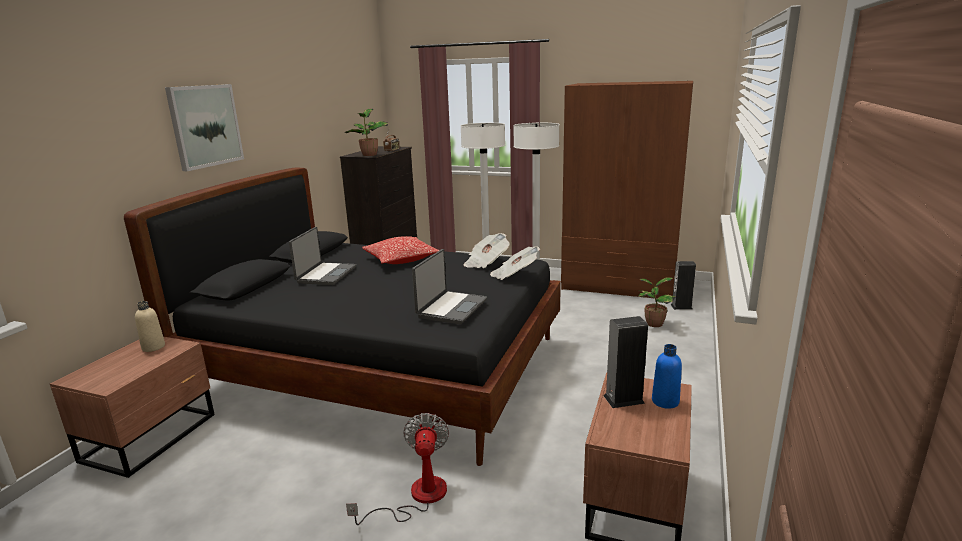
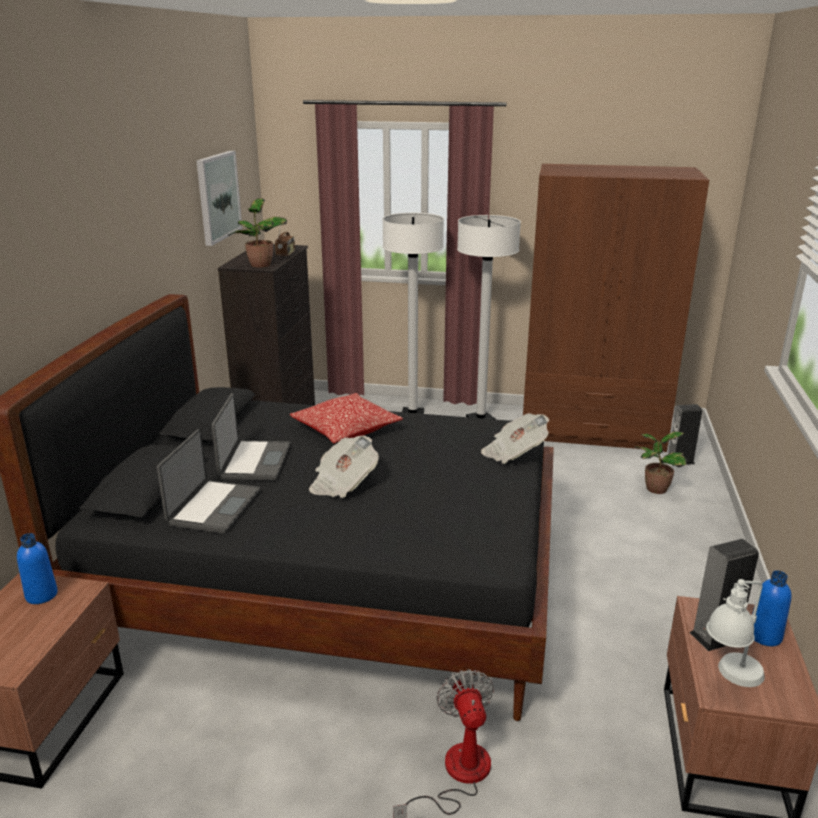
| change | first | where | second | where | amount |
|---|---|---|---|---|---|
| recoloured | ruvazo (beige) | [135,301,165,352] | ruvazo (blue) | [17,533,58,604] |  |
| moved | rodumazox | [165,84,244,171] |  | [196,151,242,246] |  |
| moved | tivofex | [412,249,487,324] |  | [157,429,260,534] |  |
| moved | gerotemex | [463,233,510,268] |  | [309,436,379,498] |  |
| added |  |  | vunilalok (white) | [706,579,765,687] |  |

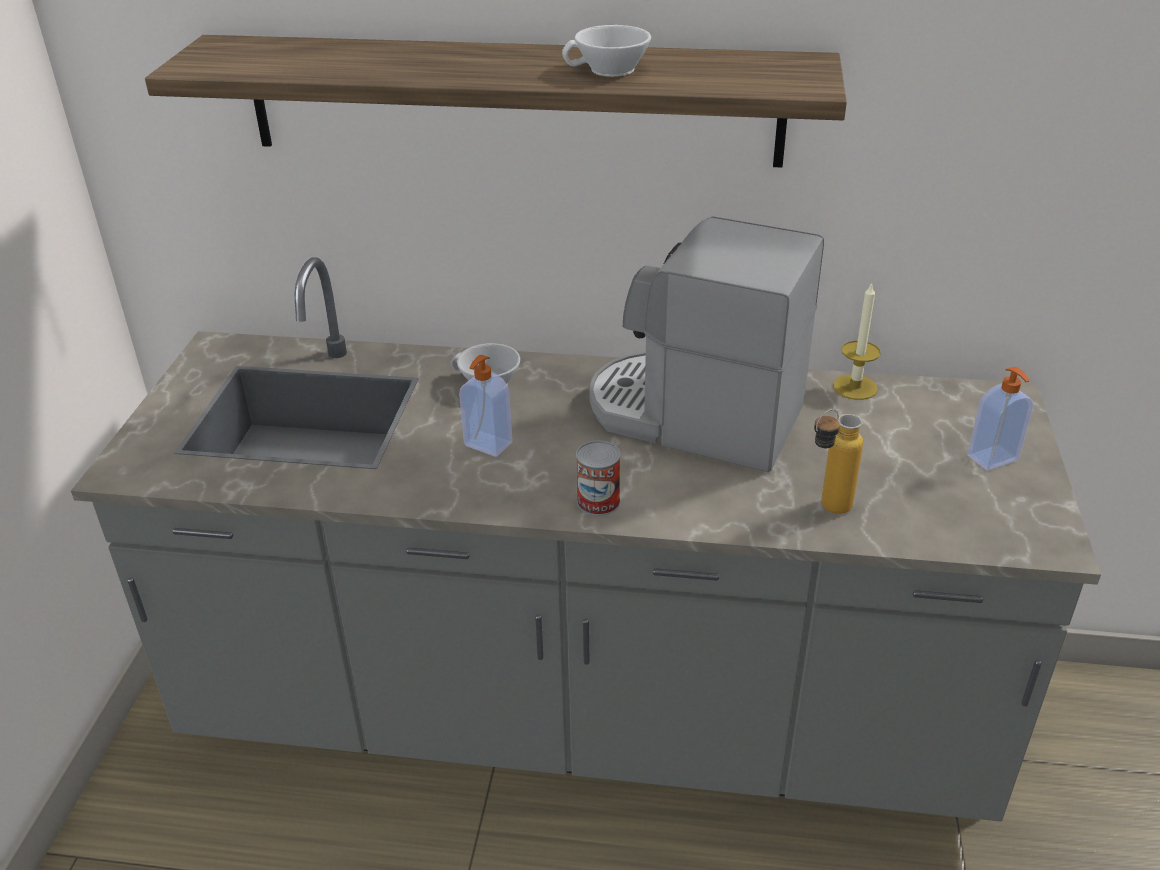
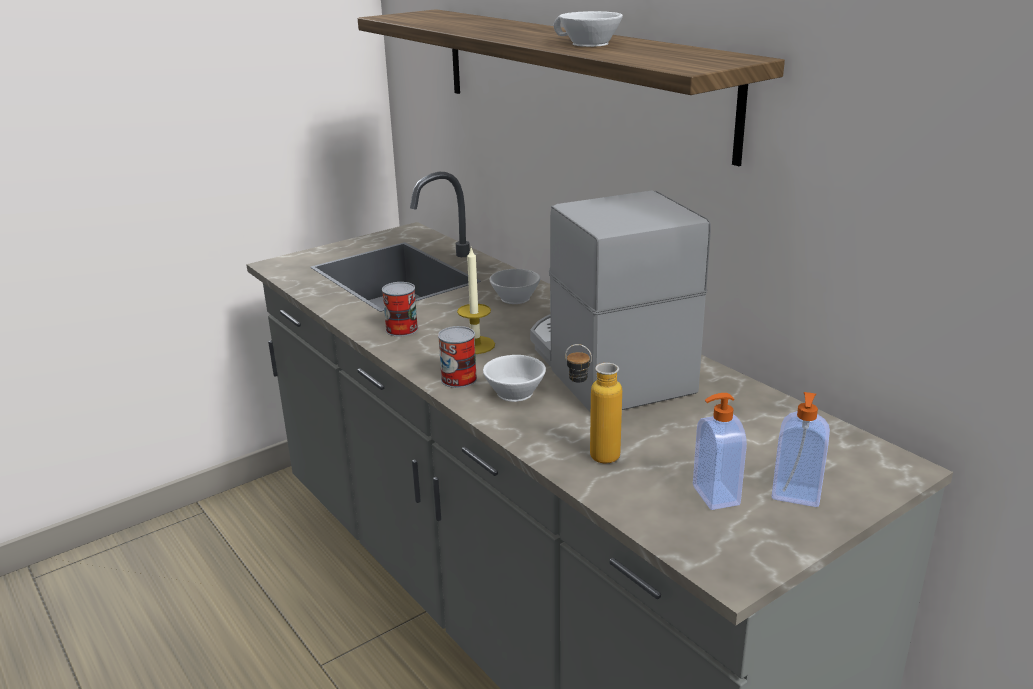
| change | first | where | second | where | amount |
|---|---|---|---|---|---|
| moved | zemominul | [459,355,512,457] |  | [693,393,747,510] |  |
| moved | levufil | [833,283,881,400] |  | [457,248,495,354] |  |
| added |  |  | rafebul | [382,282,418,337] |  |
| added |  |  | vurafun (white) | [483,355,546,402] |  |

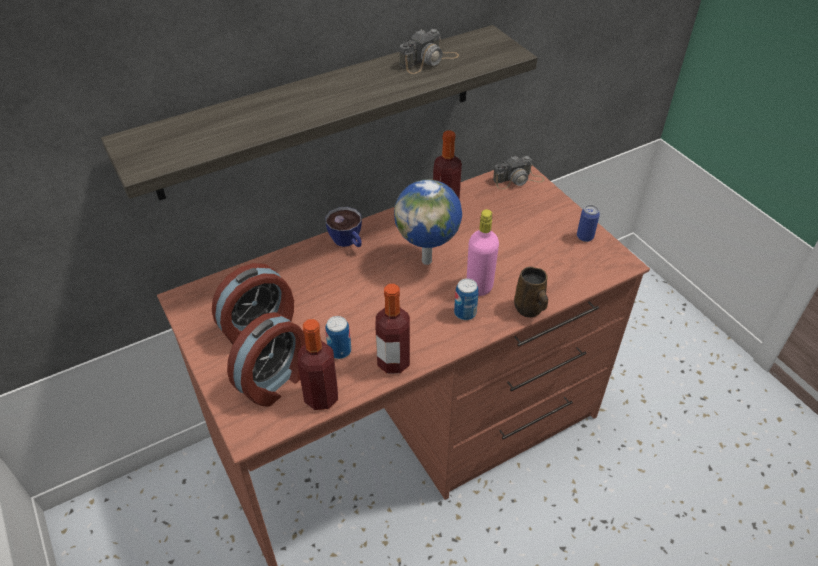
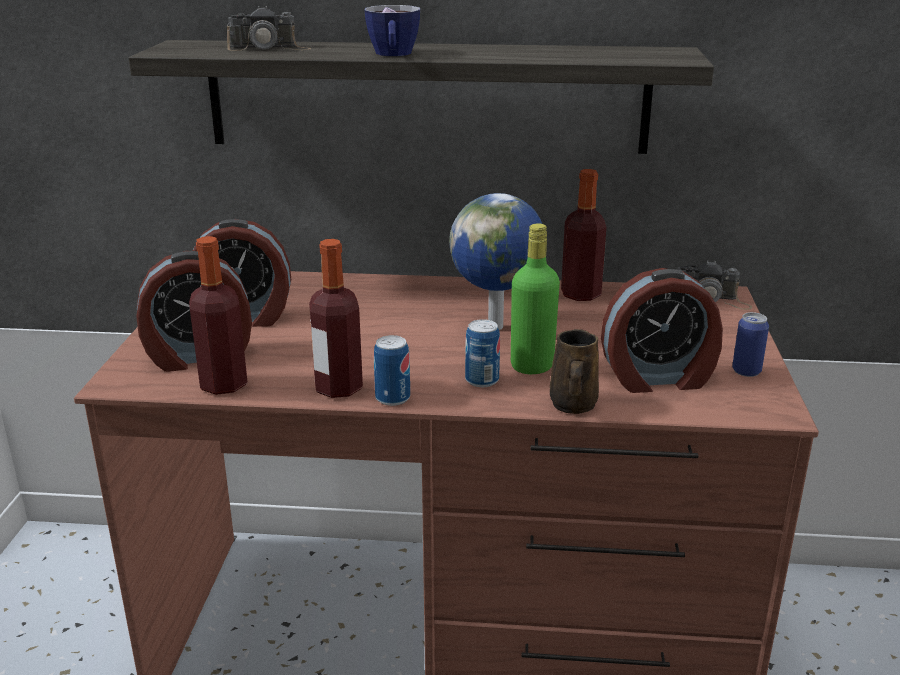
| change | first | where | second | where | amount |
|---|---|---|---|---|---|
| moved | vurafun | [325,207,362,247] |  | [365,5,420,56] |  |
| moved | rafebul | [325,316,351,359] |  | [374,335,410,406] |  |
| moved | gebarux | [399,29,459,74] |  | [227,6,311,51] |  |
| recoloured | ruvazo (pink) | [467,209,499,296] | ruvazo (green) | [511,224,560,374] |  |
| added |  |  | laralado | [601,268,723,393] |  |

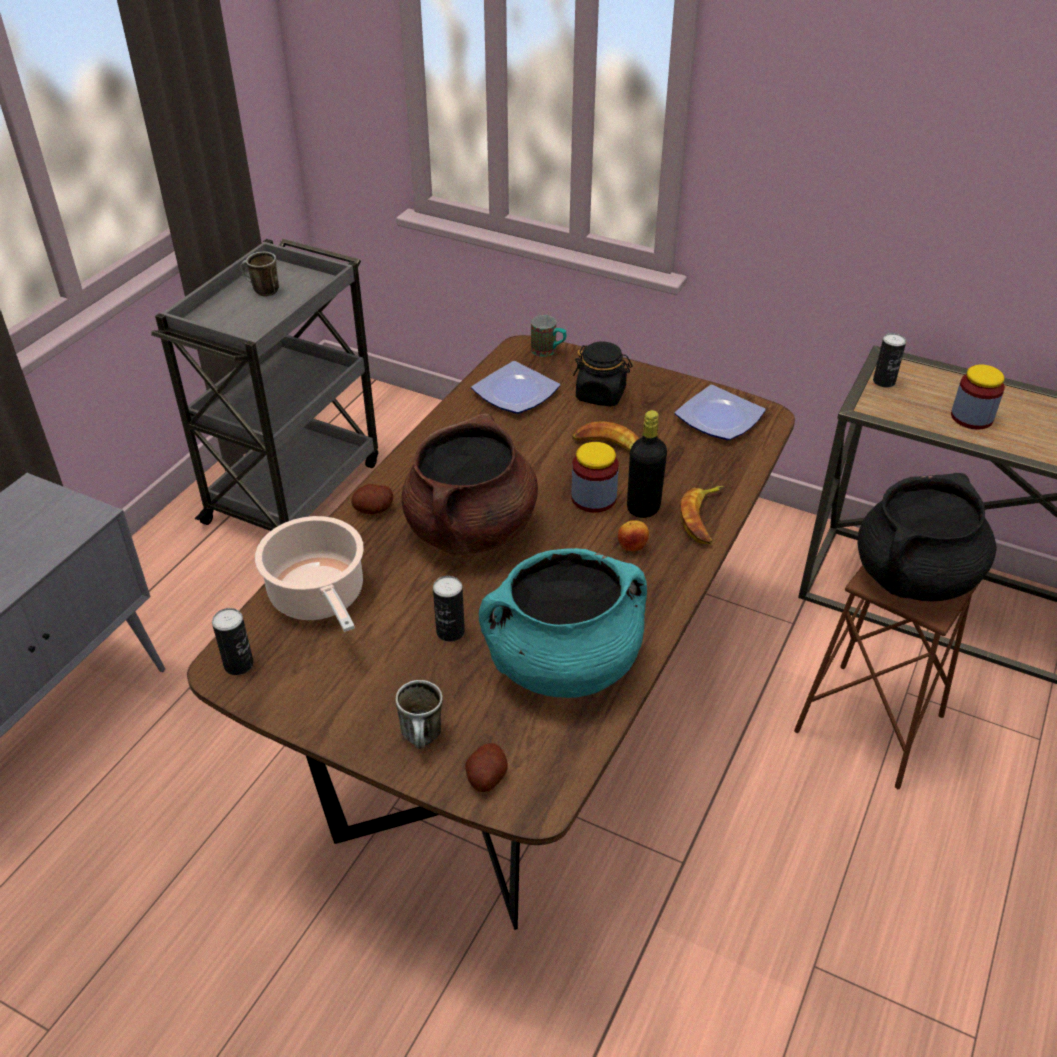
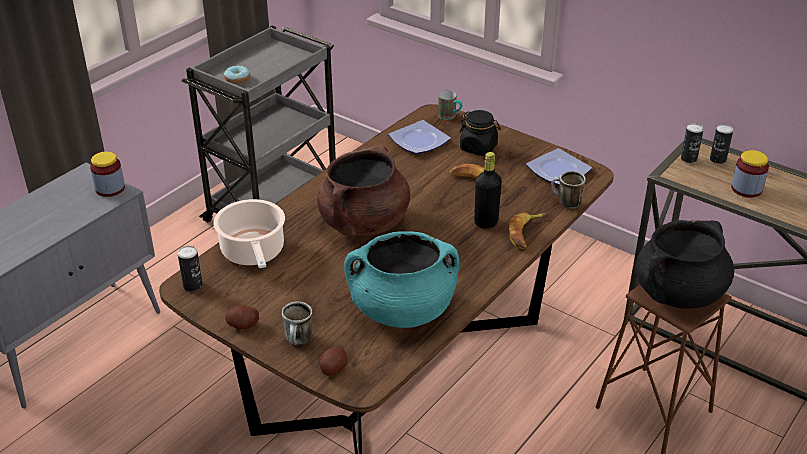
| change | first | where | second | where | amount |
|---|---|---|---|---|---|
| moved | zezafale | [240,252,279,297] |  | [551,171,586,209] |  |
| moved | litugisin | [351,484,393,514] |  | [225,305,259,329] |  |
| moved | rafebul | [433,576,465,642] |  | [710,124,733,164] |  |
| moved | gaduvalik | [571,442,619,513] |  | [90,151,125,197] |  |
| removed | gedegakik | [618,520,649,551] |  |  |  |
| added |  |  | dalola | [224,66,250,84] |  |

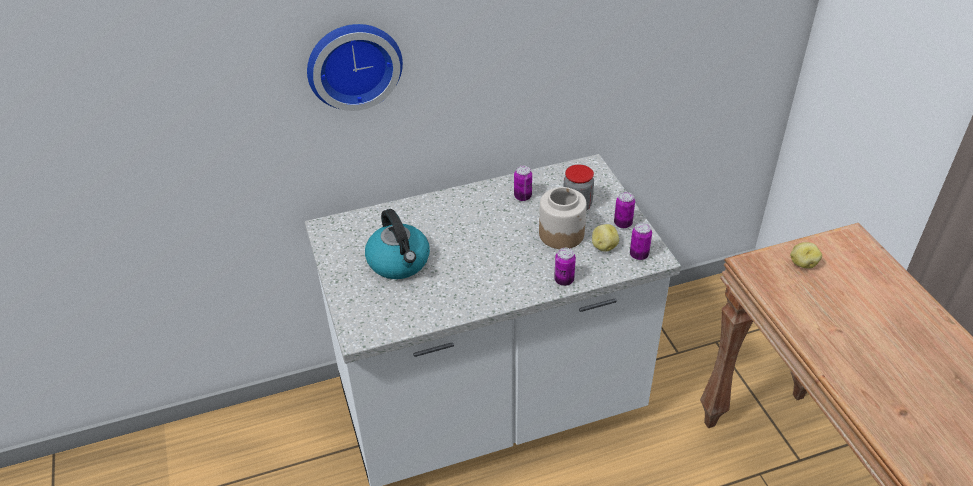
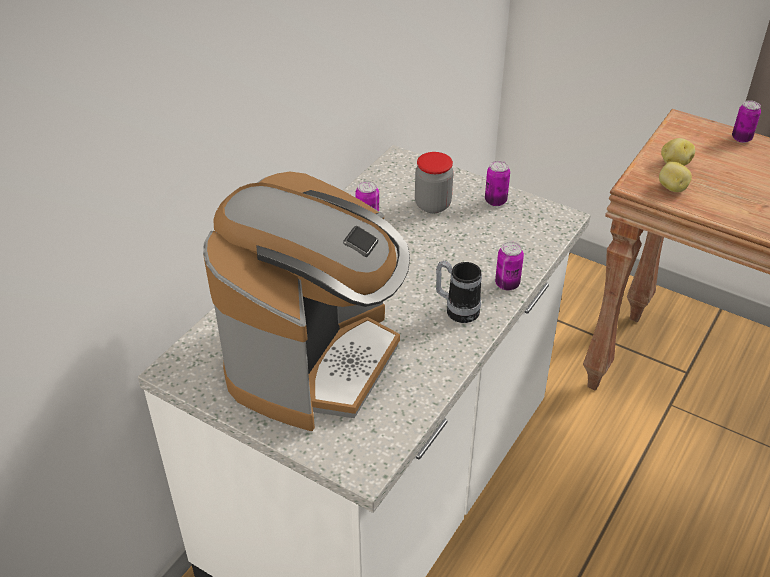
| change | first | where | second | where | amount |
|---|---|---|---|---|---|
| removed | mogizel | [307,24,403,111] |  |  |  |
| replaced | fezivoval | [365,209,430,279] | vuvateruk | [203,172,410,431] |  |
| removed | gaduvalik | [539,187,587,249] |  |  |  |
| moved | litugisin | [592,224,619,252] |  | [659,161,692,192] |  |
| moved | rafebul | [630,223,652,260] |  | [732,100,761,143] |  |
| added |  |  | zezafale | [436,261,482,323] |  |

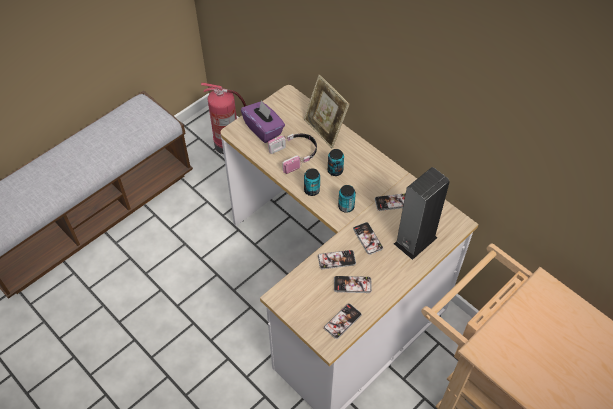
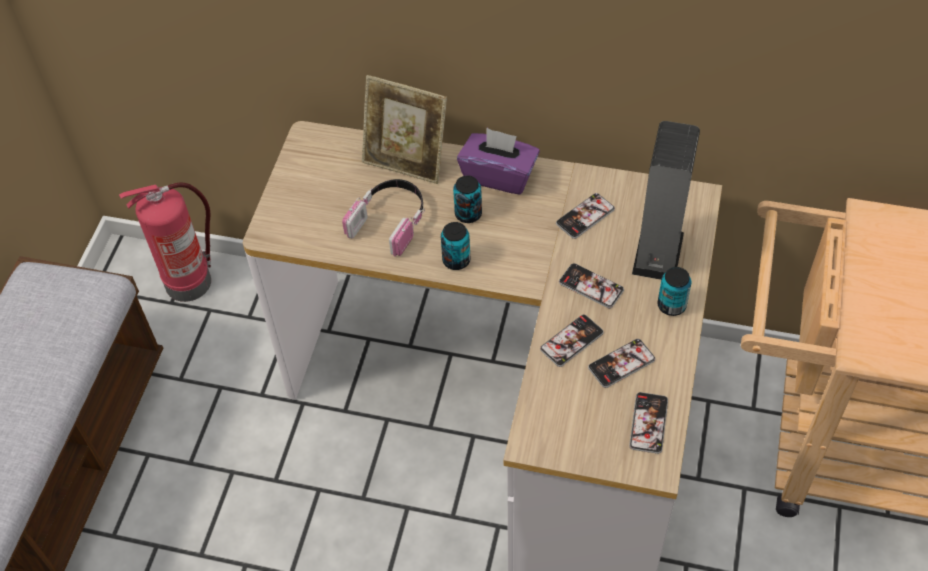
| change | first | where | second | where | amount |
|---|---|---|---|---|---|
| moved | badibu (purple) | [241,100,285,143] |  | [457,128,540,195] |  |
| moved | rafebul | [338,185,356,213] |  | [658,267,691,316] |  |

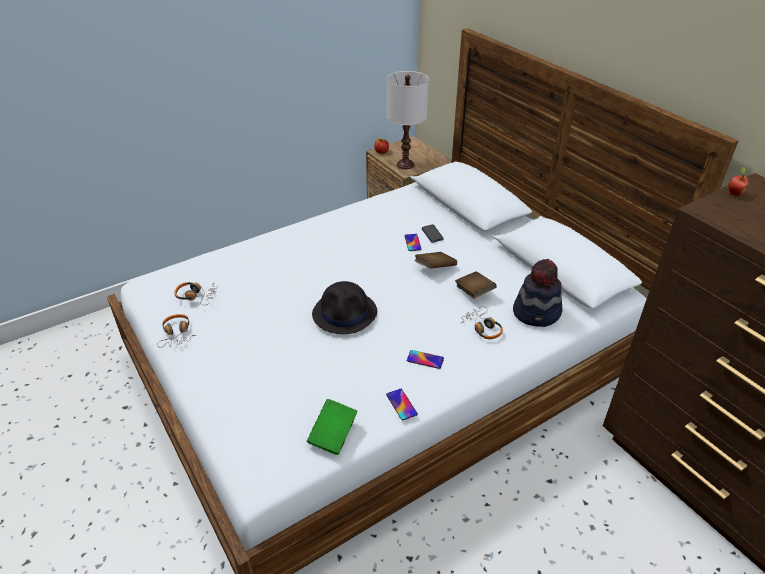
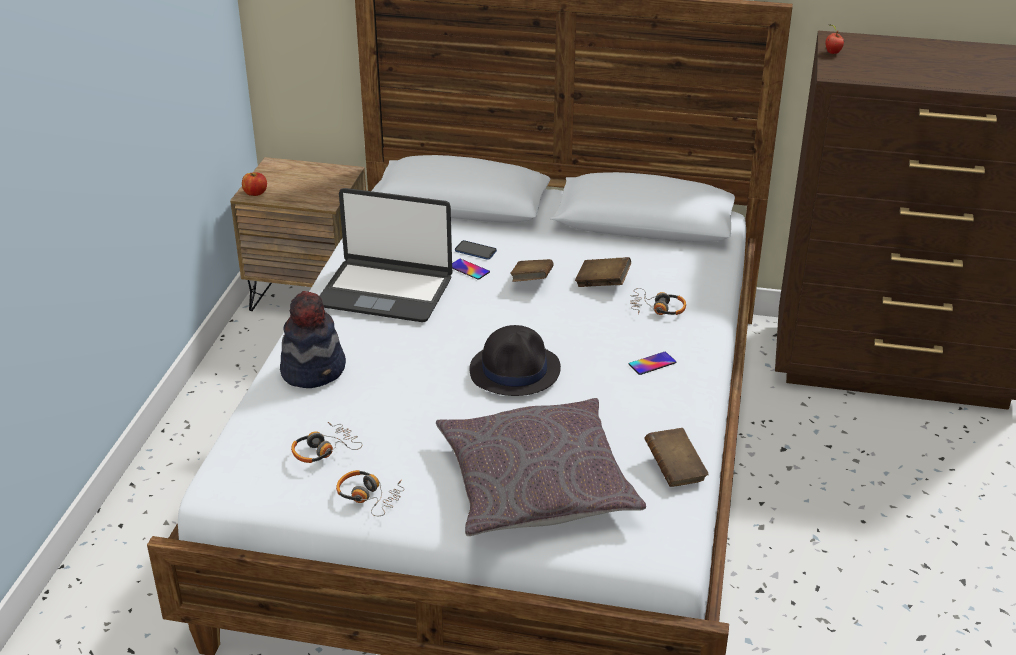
| change | first | where | second | where | amount |
|---|---|---|---|---|---|
| recoloured | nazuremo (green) | [307,399,357,455] | nazuremo (brown) | [644,428,708,487] |  |
| removed | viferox | [386,389,418,421] |  |  |  |
| removed | vunilalok (white) | [387,71,429,169] |  |  |  |
| moved | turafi | [513,259,562,327] |  | [280,291,346,388] |  |
| added |  |  | tivofex | [319,188,452,322] |  |
| added |  |  | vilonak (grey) | [436,398,646,536] |  |

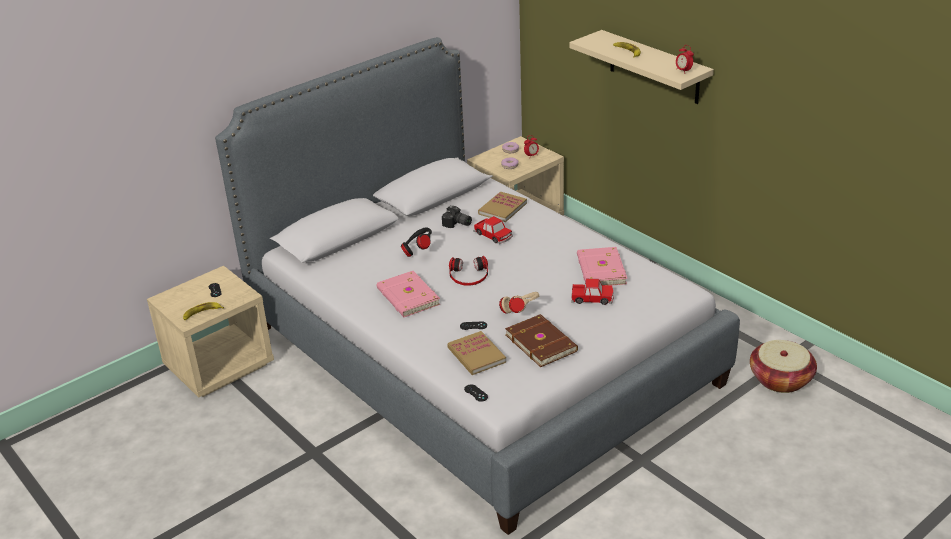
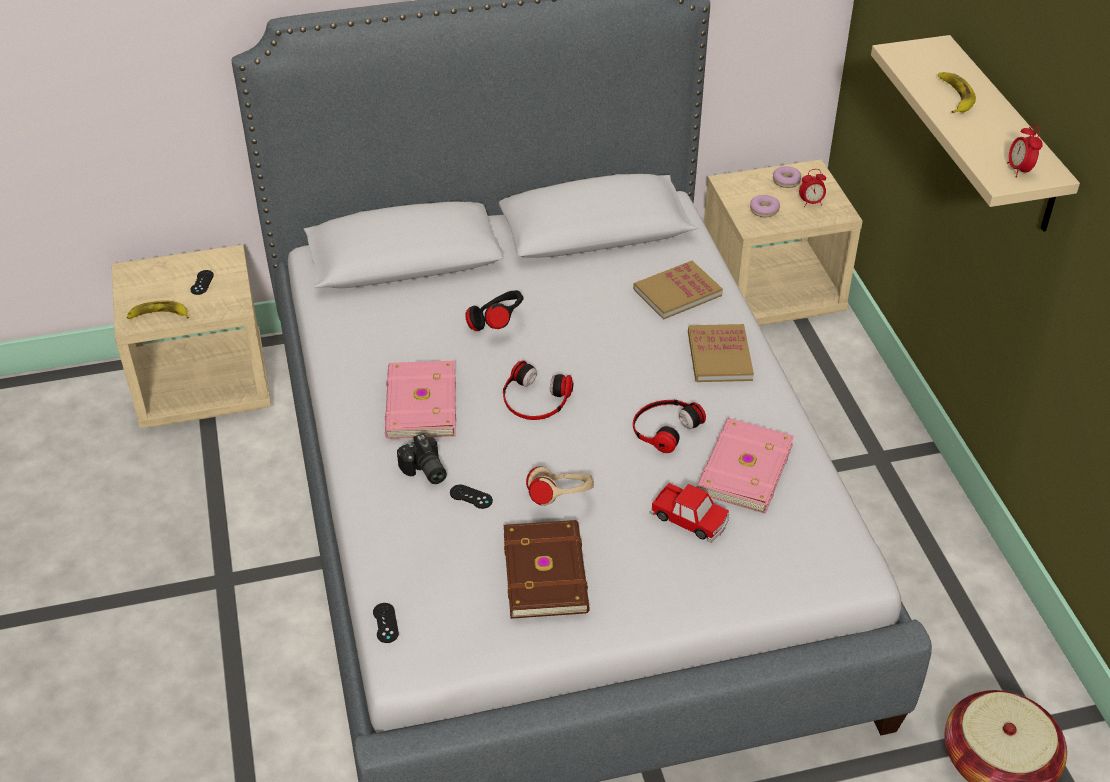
| change | first | where | second | where | amount |
|---|---|---|---|---|---|
| moved | gebarux | [442,205,472,228] |  | [397,433,447,484] |  |
| moved | nazuremo | [447,331,506,375] |  | [688,324,754,382] |  |
| removed | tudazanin | [473,216,513,244] |  |  |  |
| added |  |  | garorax | [633,400,706,453] |  |

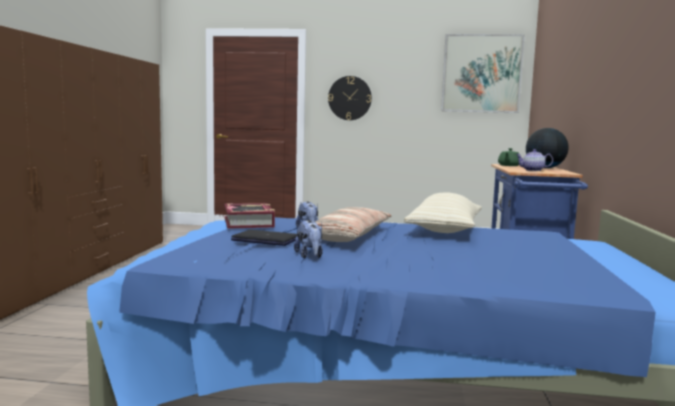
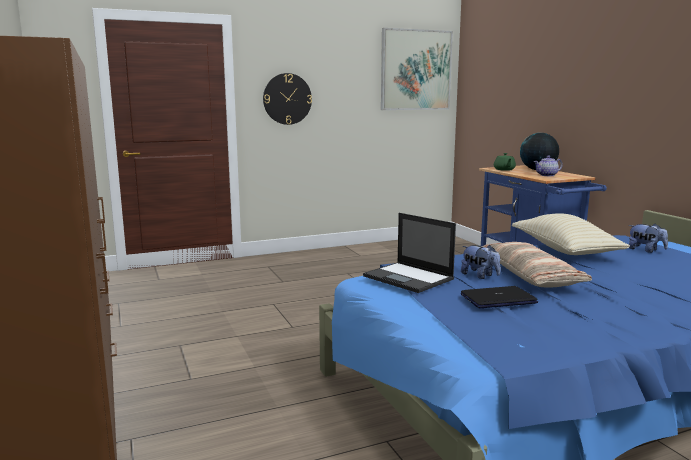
| change | first | where | second | where | amount |
|---|---|---|---|---|---|
| replaced | nazuremo | [224,203,275,229] | tivofex | [363,213,456,293] |  |
| moved | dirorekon | [294,220,323,259] |  | [629,224,668,253] |  |

